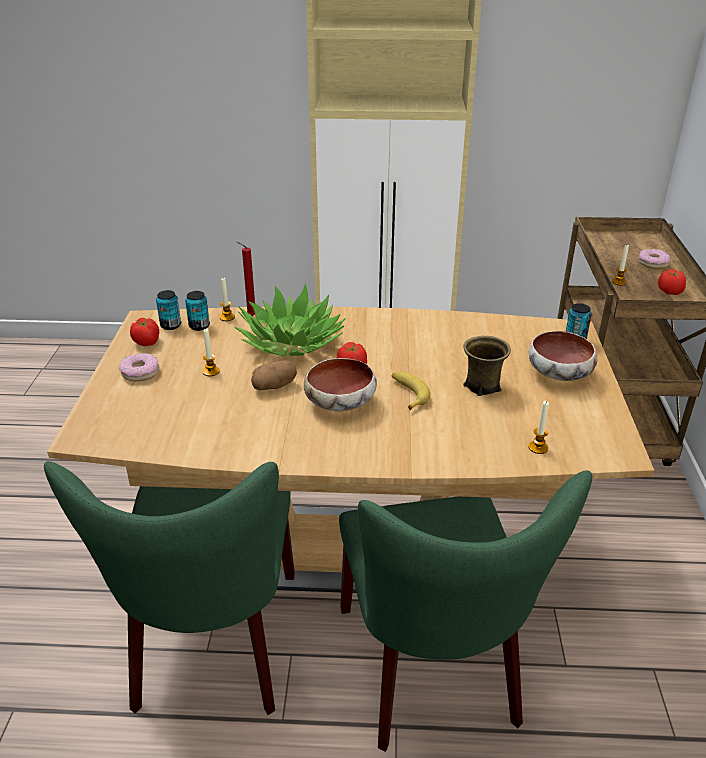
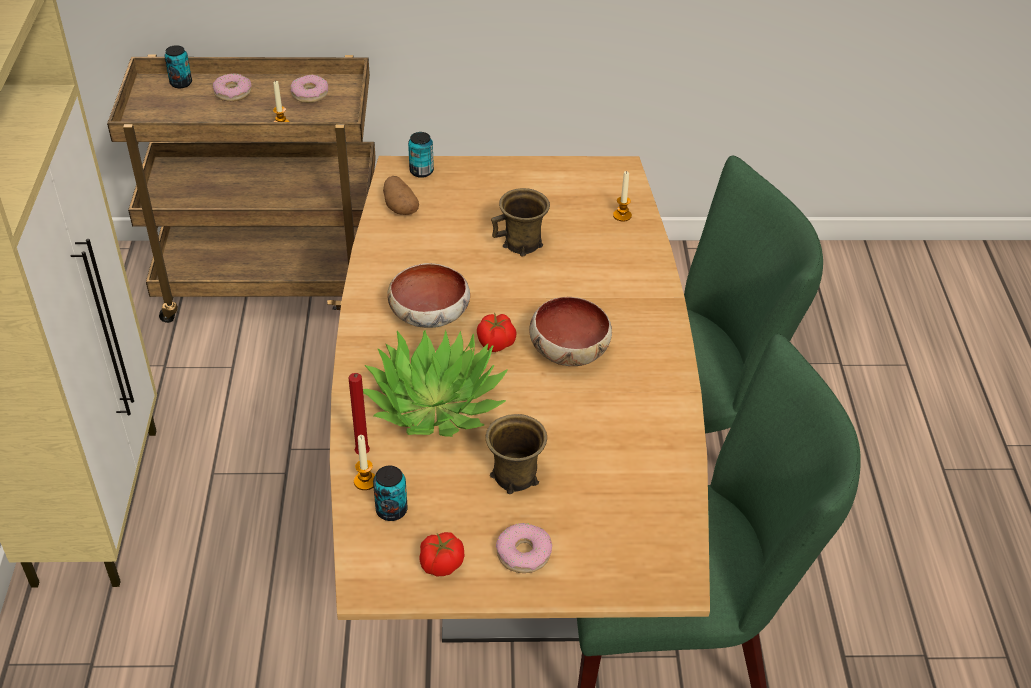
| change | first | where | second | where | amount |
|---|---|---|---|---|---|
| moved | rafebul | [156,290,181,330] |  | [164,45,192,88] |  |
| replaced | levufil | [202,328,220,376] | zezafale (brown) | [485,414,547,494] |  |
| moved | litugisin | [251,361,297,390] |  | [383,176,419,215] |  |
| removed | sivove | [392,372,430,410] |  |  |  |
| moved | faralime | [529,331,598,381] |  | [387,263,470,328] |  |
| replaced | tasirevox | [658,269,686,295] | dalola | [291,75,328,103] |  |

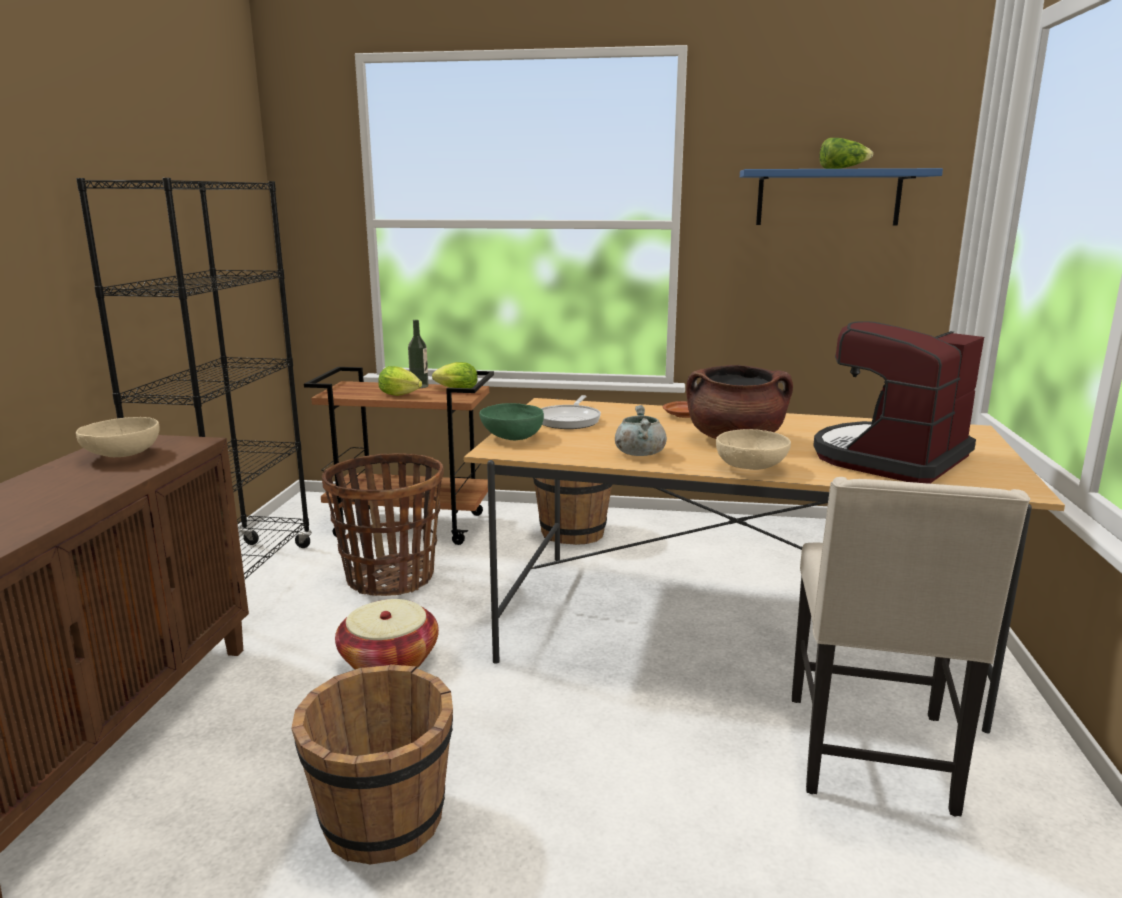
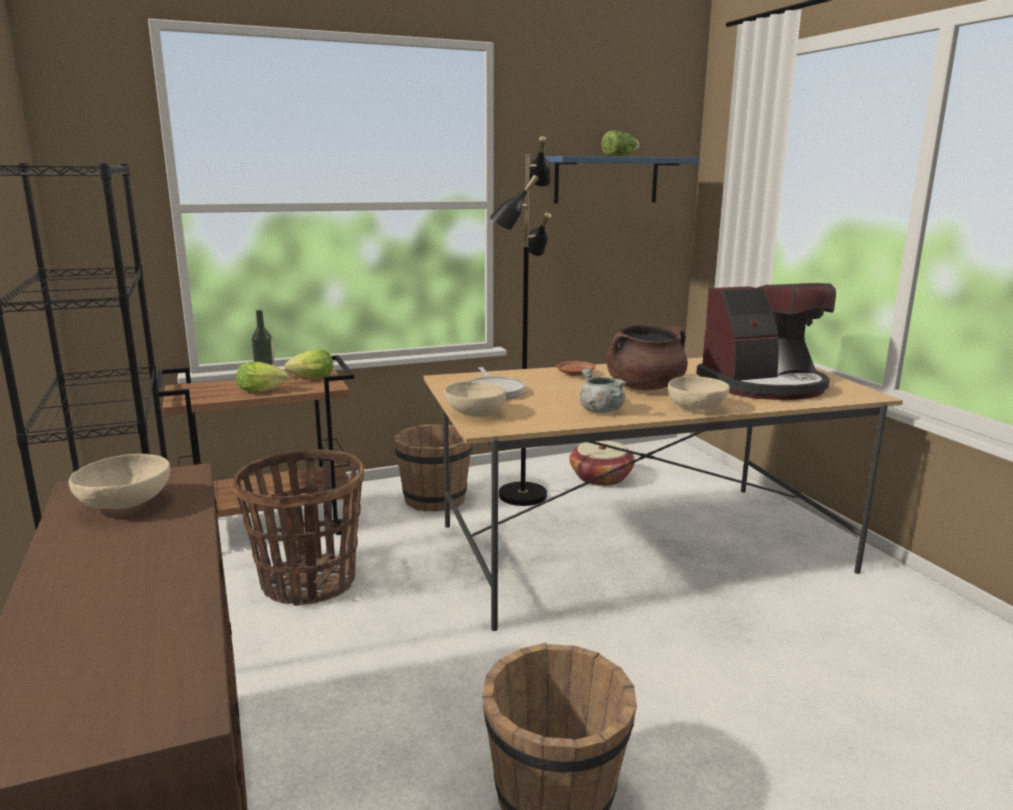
| change | first | where | second | where | amount |
|---|---|---|---|---|---|
| moved | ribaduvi | [335,599,439,669] |  | [569,440,635,486] |  |
| recoloured | faralime (green) | [480,403,544,440] | faralime (beige) | [444,381,506,417] |  |
| removed | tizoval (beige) | [792,477,1030,816] |  |  |  |
| turned | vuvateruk | [813,321,984,484] |  | [696,283,836,400] | 120 degrees counterclockwise |
| added |  |  | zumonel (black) | [489,136,551,506] |  |

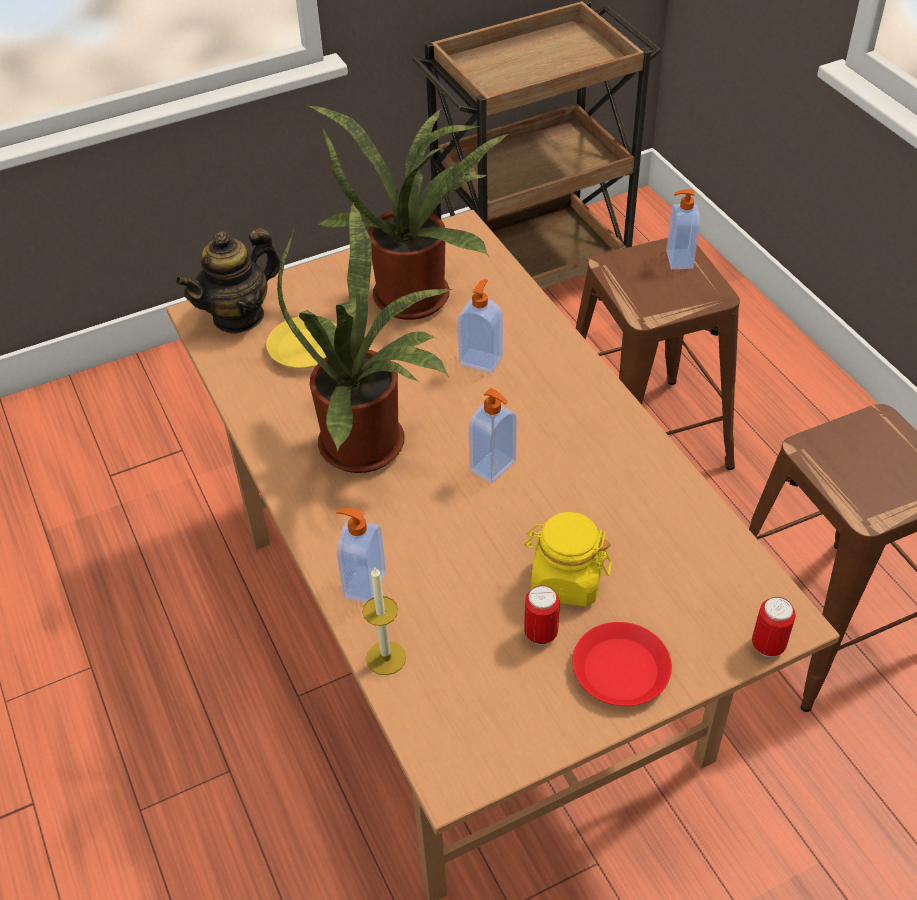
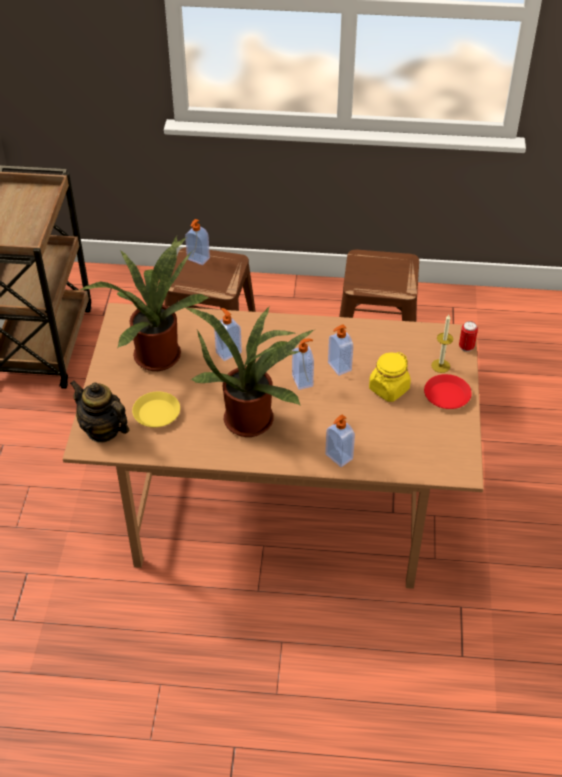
| change | first | where | second | where | amount |
|---|---|---|---|---|---|
| turned | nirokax | [175,228,281,334] |  | [70,380,129,442] | 135 degrees clockwise |
| moved | levufil | [362,566,406,675] |  | [431,315,453,373] |  |
| removed | rafebul | [524,585,560,645] |  |  |  |
| added |  |  | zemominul | [328,324,353,376] |  |

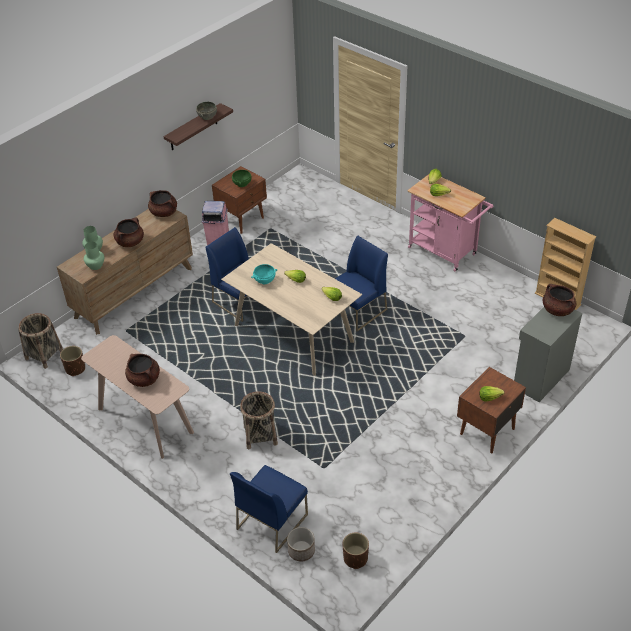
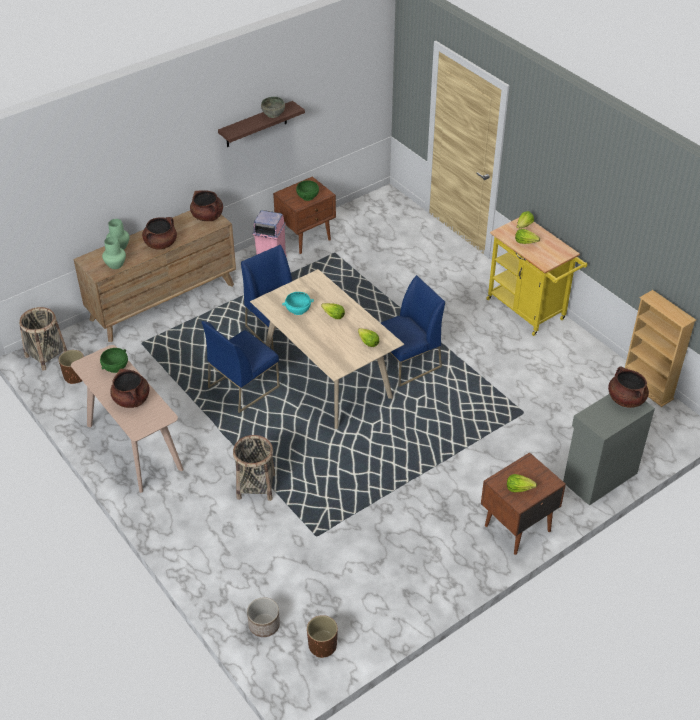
| change | first | where | second | where | amount |
|---|---|---|---|---|---|
| moved | tizoval (blue) | [230,465,308,553] |  | [202,321,280,413] |  |
| recoloured | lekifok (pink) | [407,174,493,272] | lekifok (yellow) | [486,218,587,336] |  |
| added |  |  | faralime (green) | [100,348,128,373] |  |

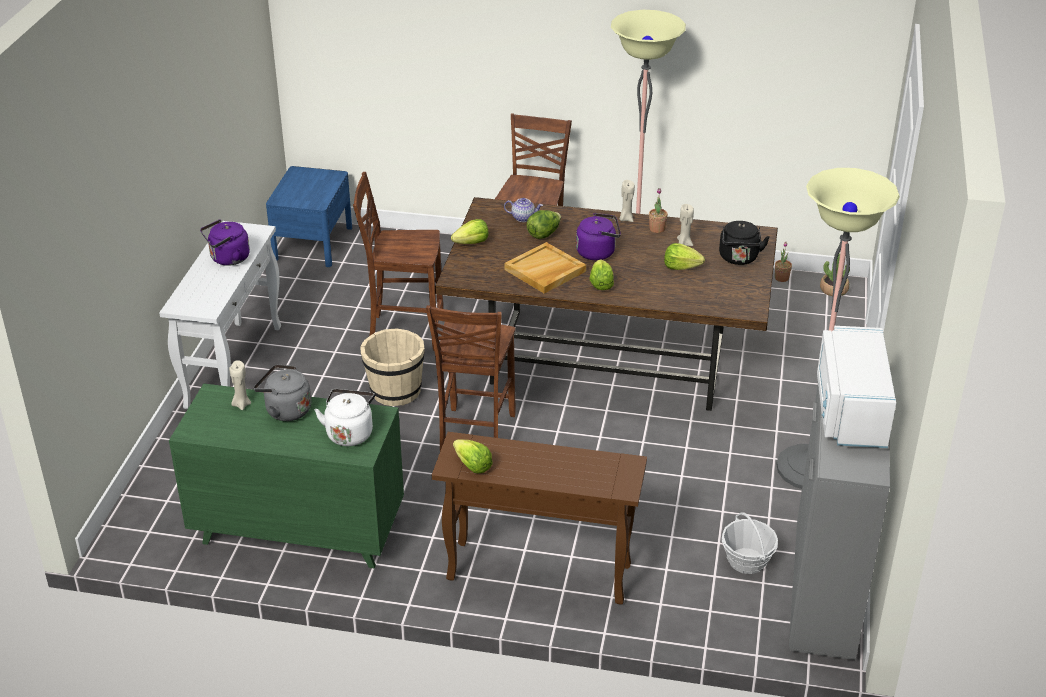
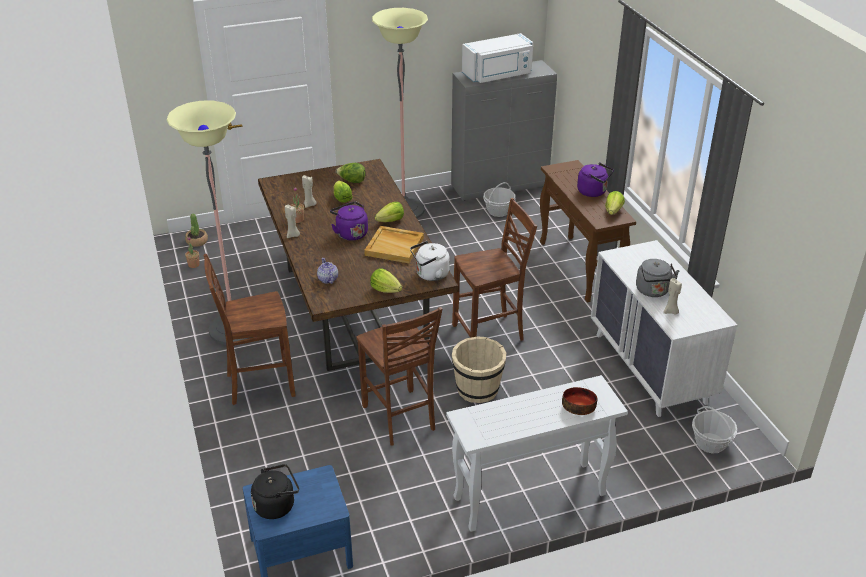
| change | first | where | second | where | amount |
|---|---|---|---|---|---|
| recoloured | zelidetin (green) | [169,383,404,568] | zelidetin (white) | [591,240,737,417] |  |
| moved | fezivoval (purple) | [200,219,250,266] |  | [577,163,614,197] |  |
| moved | fezivoval (white) | [315,389,375,446] |  | [410,241,450,281] |  |
| moved | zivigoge | [526,210,561,239] |  | [336,163,366,183] |  |
| moved | fezivoval (black) | [719,221,770,265] |  | [251,464,299,519] |  |
| added |  |  | faralime | [562,387,597,415] |  |
| added |  |  | ribaduvi | [692,406,737,454] |  |

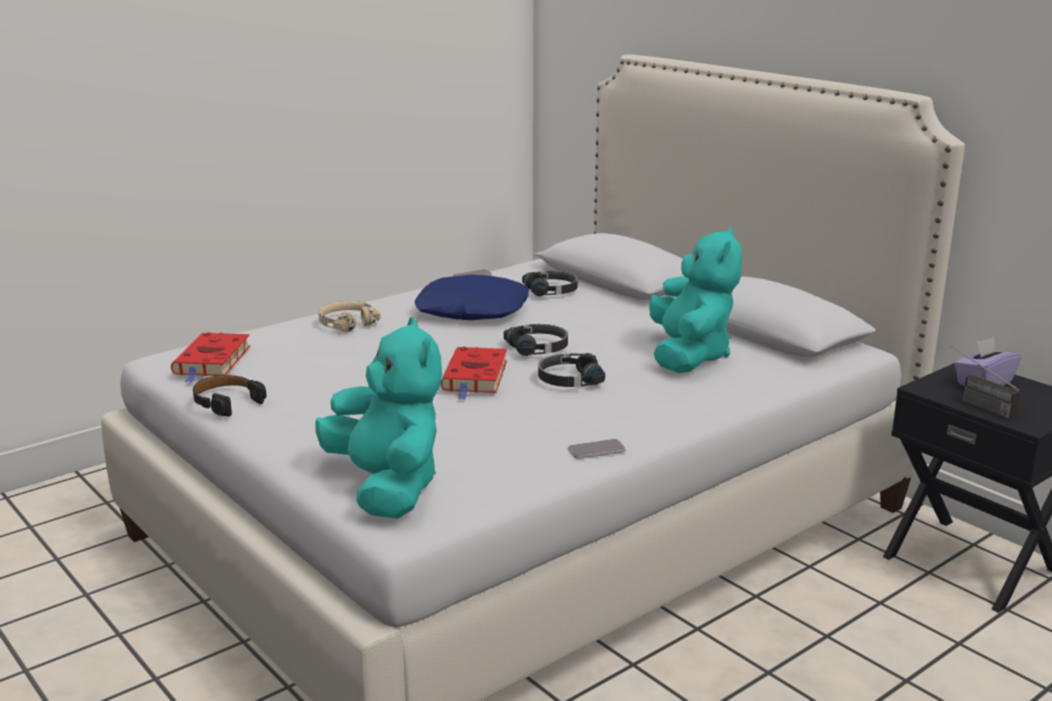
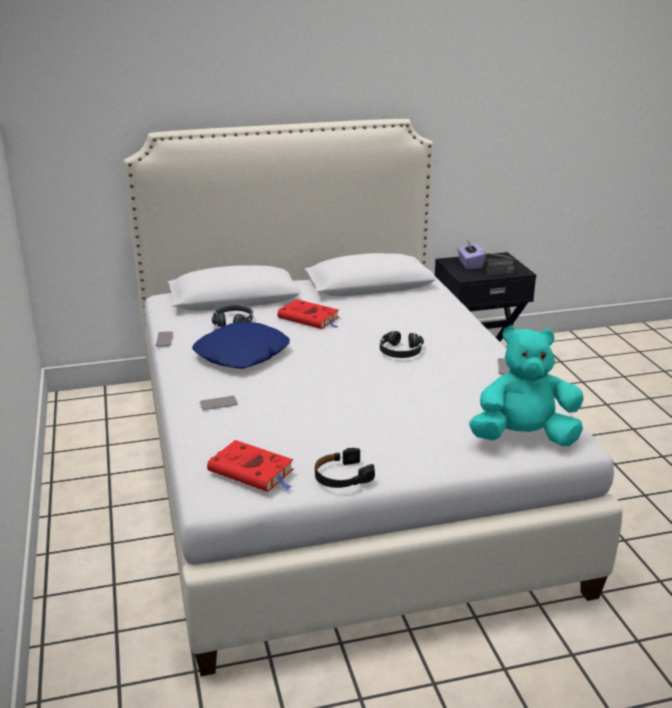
| change | first | where | second | where | amount |
|---|---|---|---|---|---|
| replaced | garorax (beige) | [318,301,381,331] | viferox | [200,396,238,410] |  |
| moved | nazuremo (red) | [441,347,507,399] |  | [277,299,339,329] |  |
| removed | garorax (black) | [504,324,568,356] |  |  |  |
| removed | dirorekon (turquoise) | [649,227,742,373] |  |  |  |

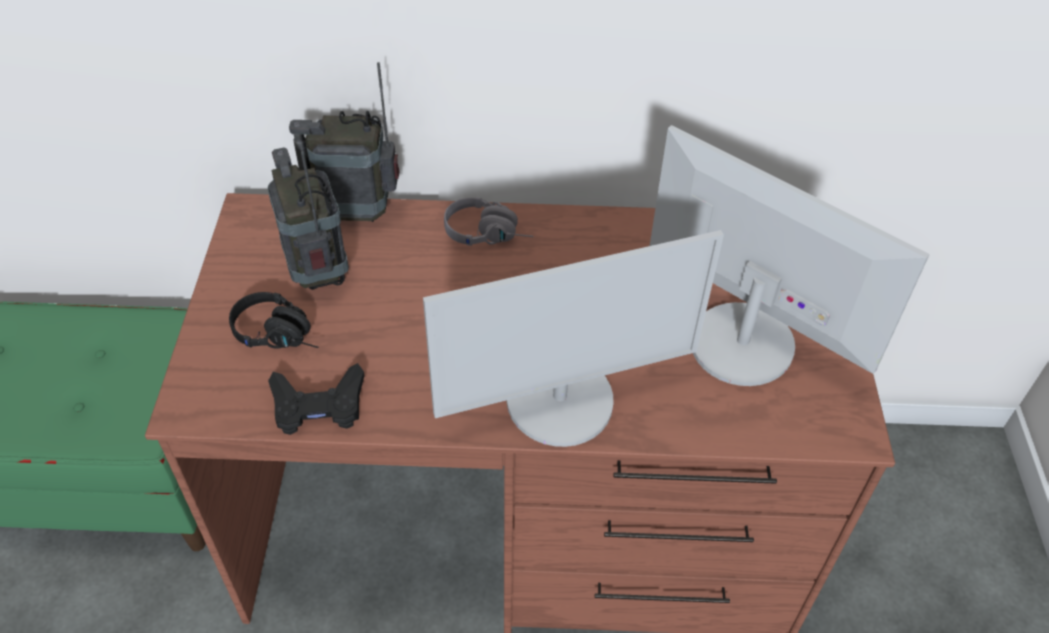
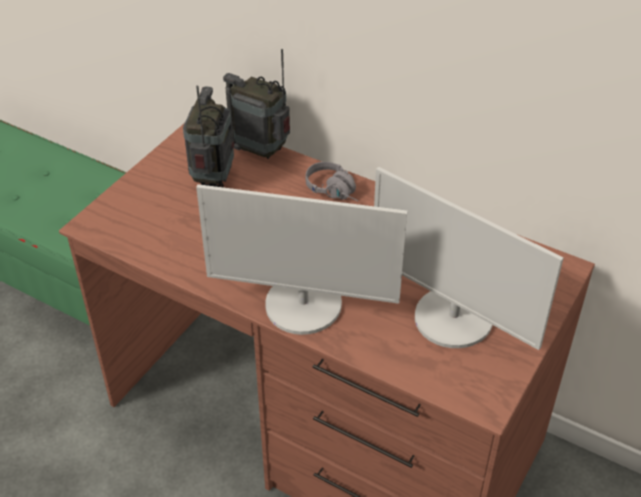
| change | first | where | second | where | amount |
|---|---|---|---|---|---|
| removed | garorax (black) | [229,292,319,349] |  |  |  |
| removed | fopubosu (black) | [268,363,364,435] |  |  |  |
| turned | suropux | [650,125,930,386] |  | [374,167,564,350] | 150 degrees clockwise |

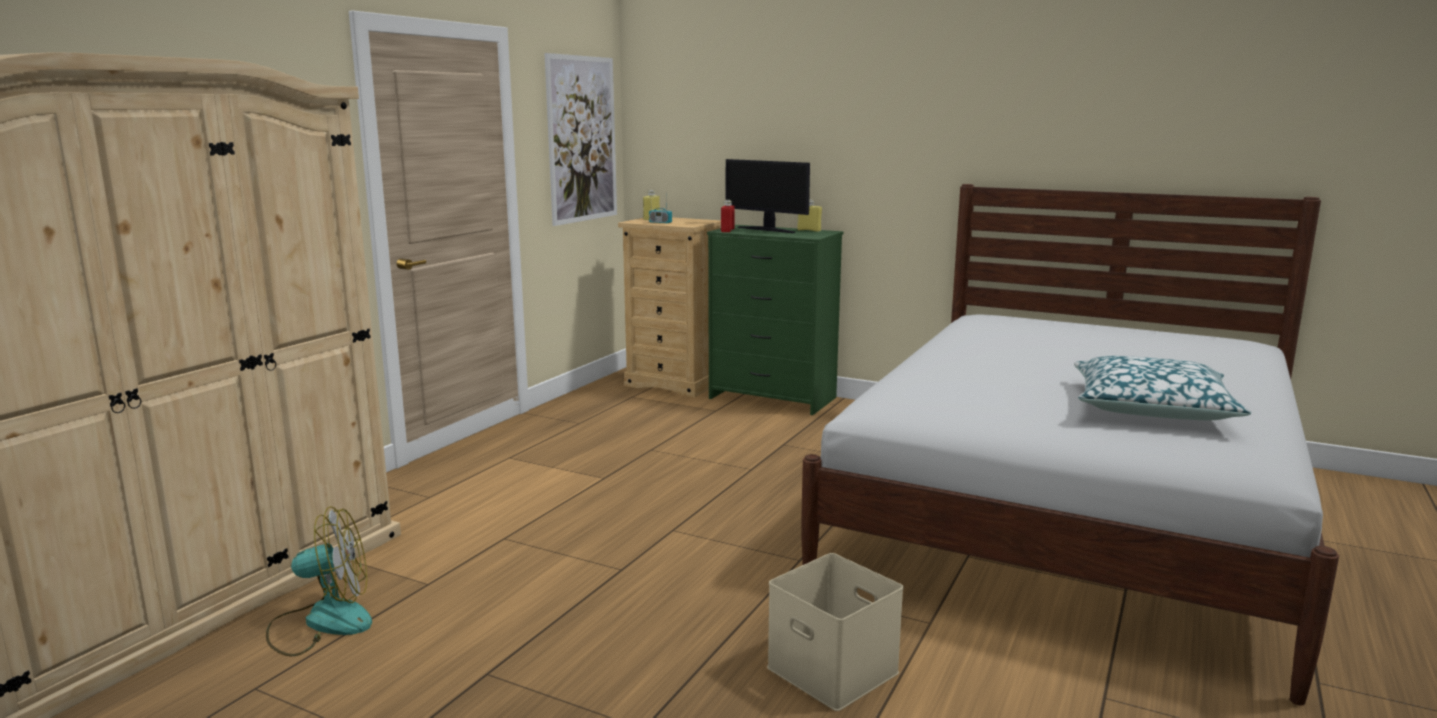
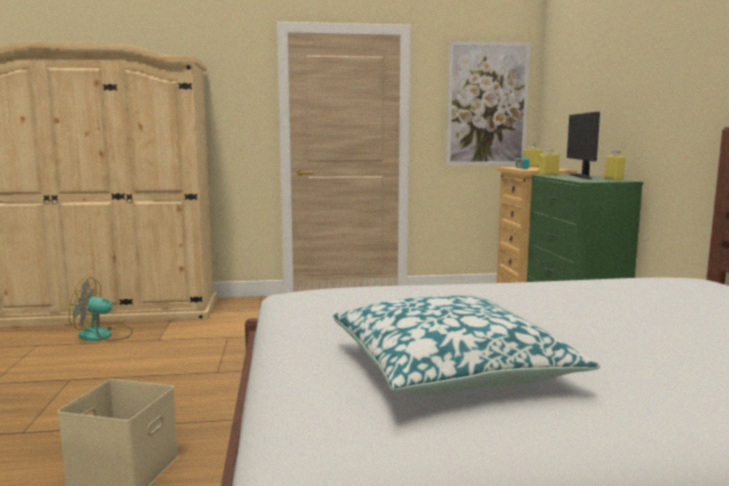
| change | first | where | second | where | amount |
|---|---|---|---|---|---|
| turned | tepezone | [266,506,372,656] |  | [69,277,133,342] | 135 degrees clockwise |
| recoloured | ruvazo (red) | [721,200,734,232] | ruvazo (yellow) | [538,148,560,176] |  |

